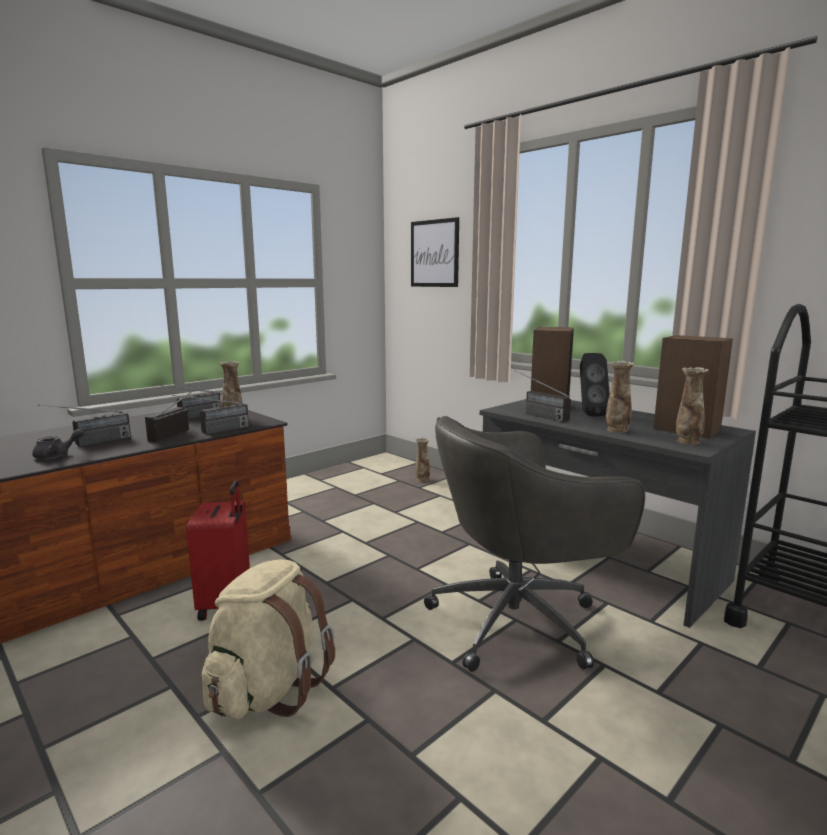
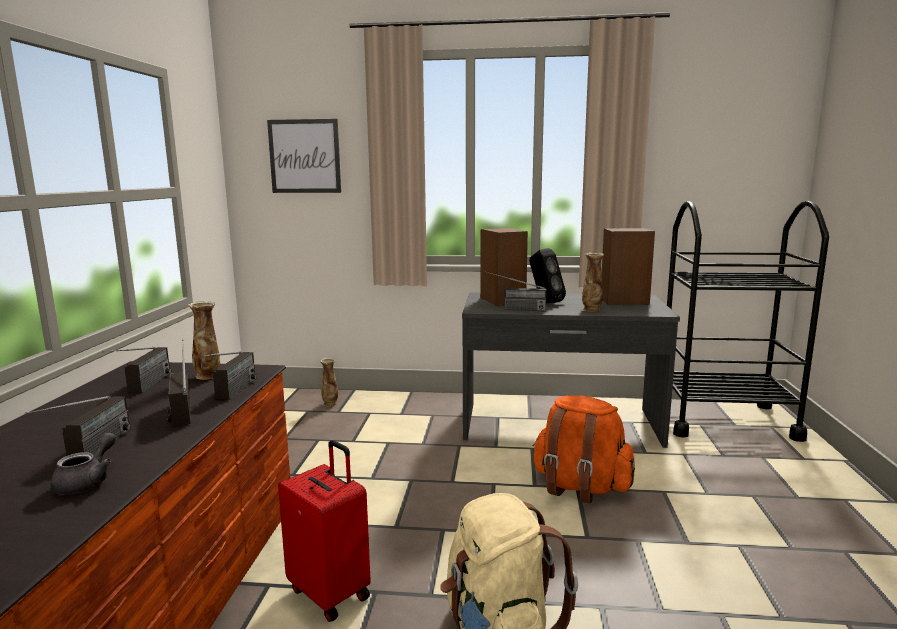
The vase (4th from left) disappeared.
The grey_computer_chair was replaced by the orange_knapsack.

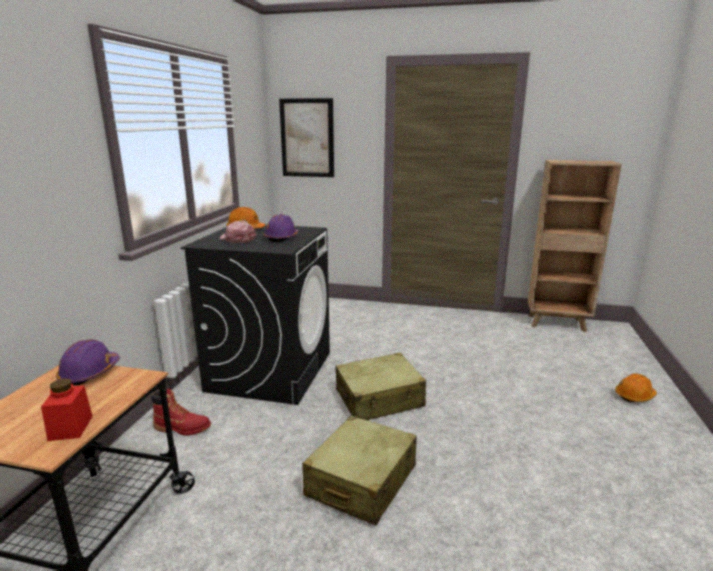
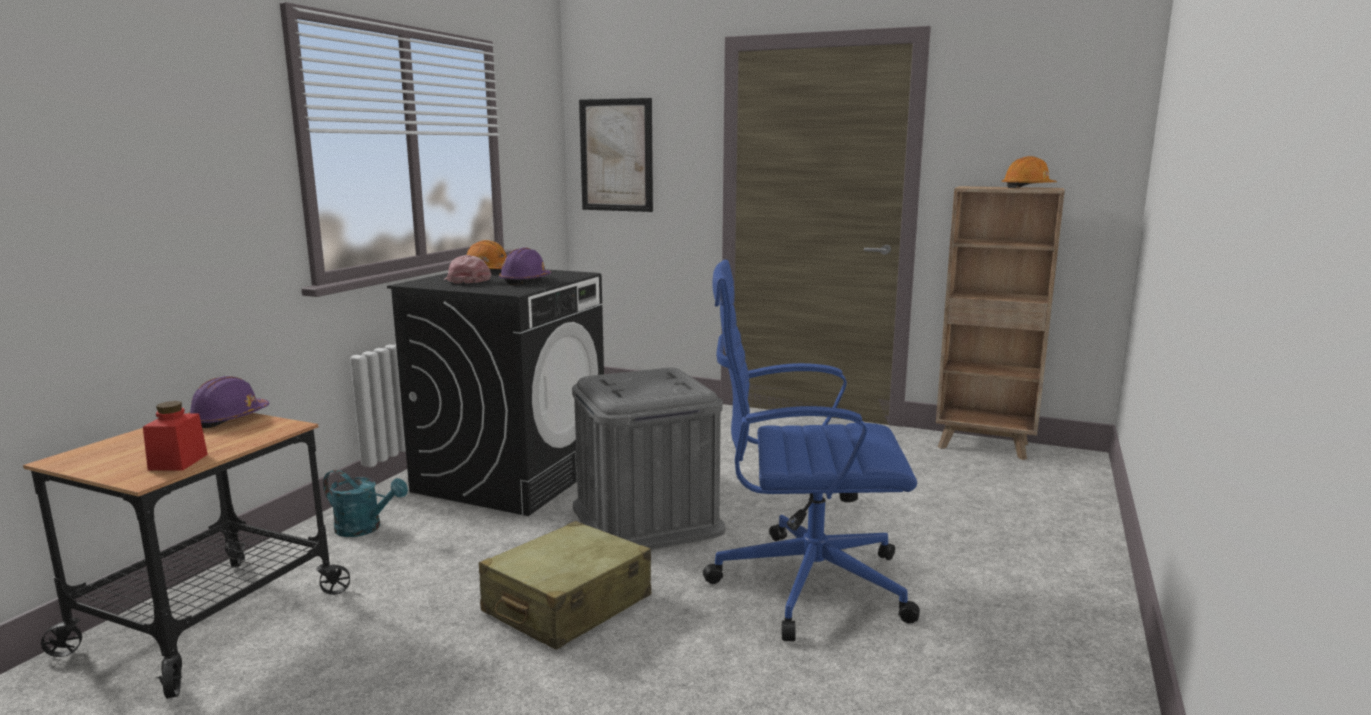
The blue_computer_chair appeared.
The orange_work_helmet (2nd from left) moved.
The red_tall_boot was replaced by the blue-green_watering_pot.
The sand-coloured_suitcase (2nd from left) was replaced by the grey_storage_container.

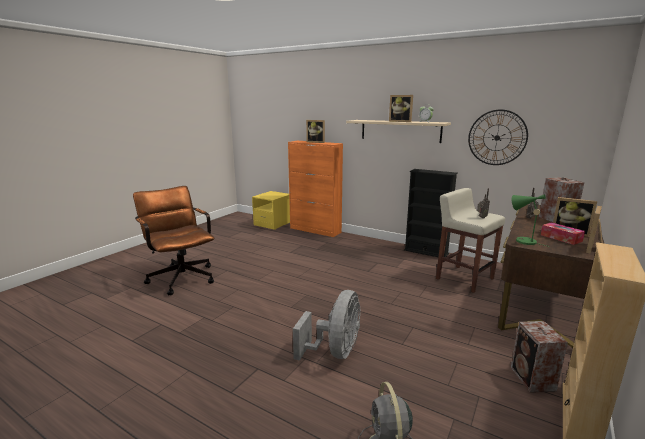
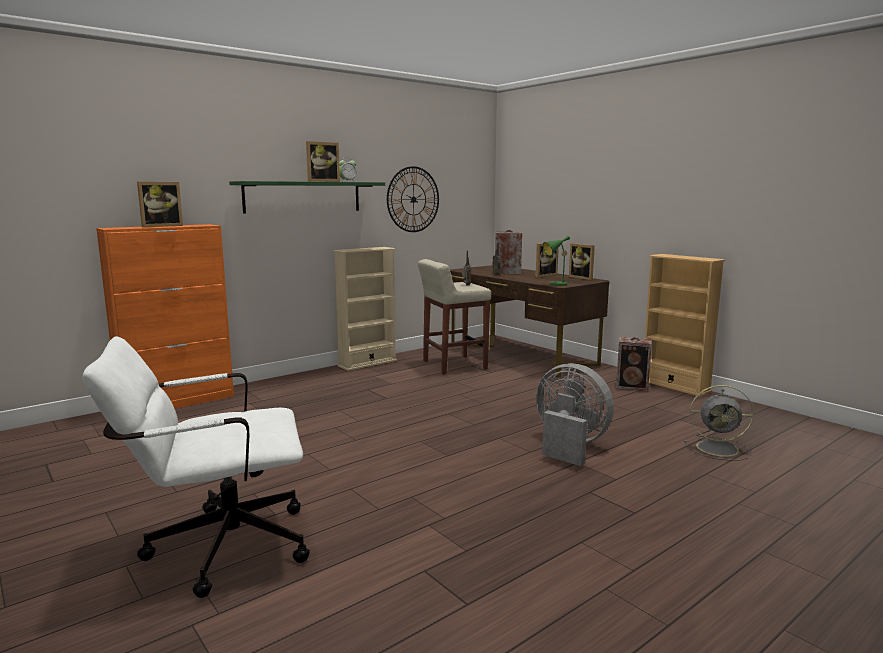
The yellow-coloured_night_table disappeared.
The box_of_tissues disappeared.
The brown-coloured_computer_chair became the white-coloured_computer_chair.
The sand-coloured_bracket_shelf became the green_bracket_shelf.
The blackish_bookshelf became the sand-coloured_bookshelf (1st from left).

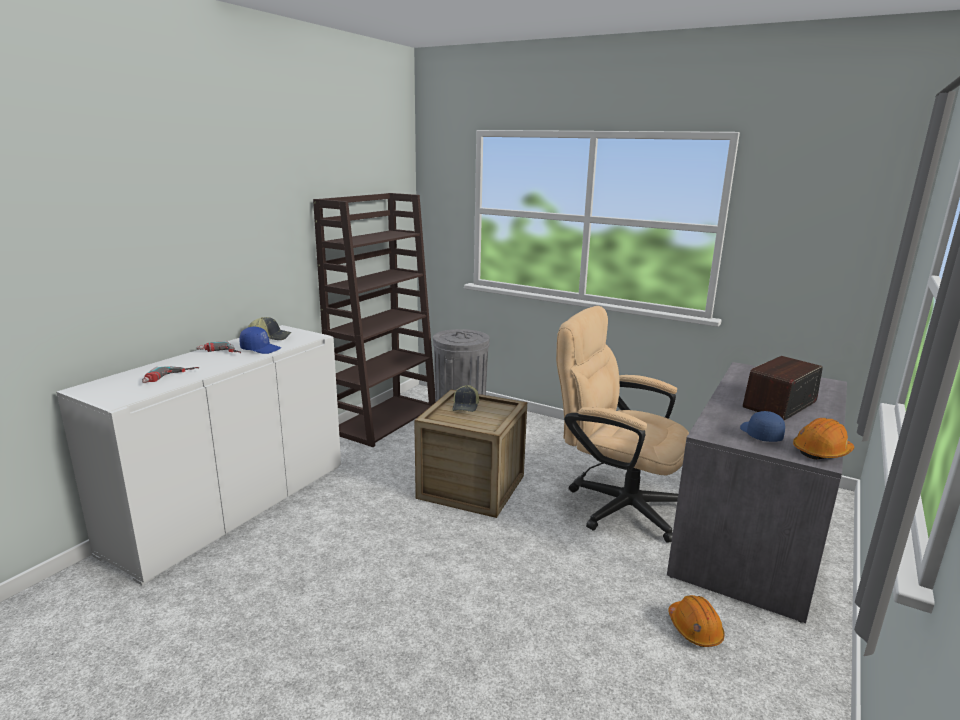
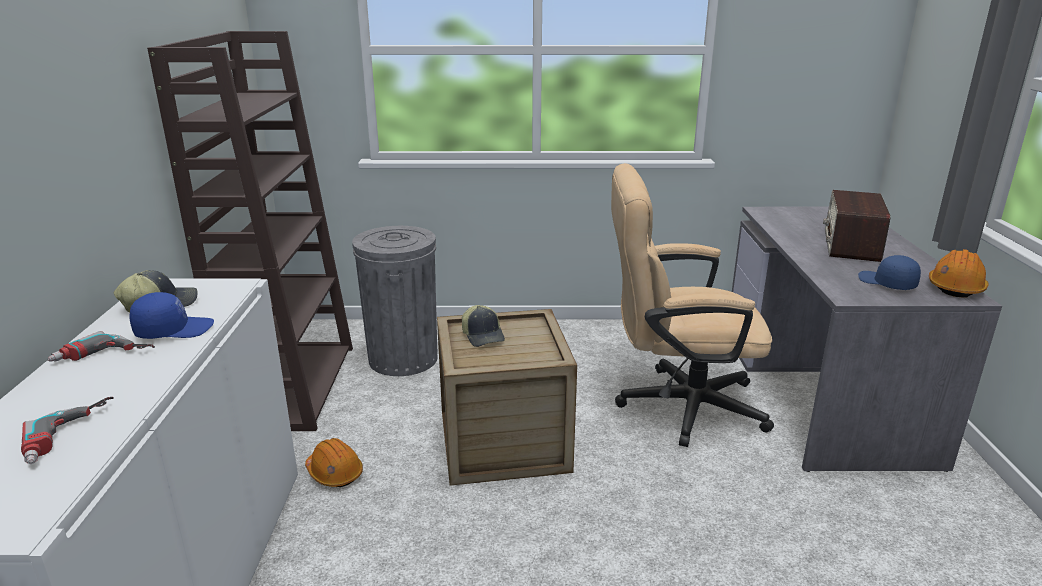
The orange_work_helmet (1st from left) moved.

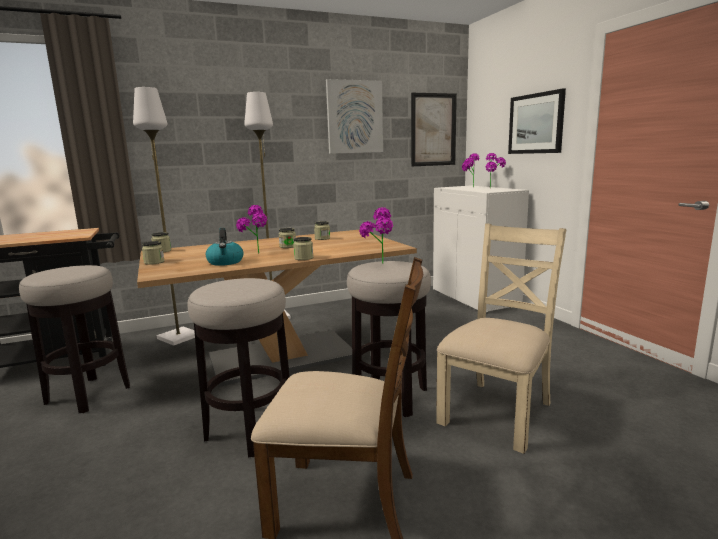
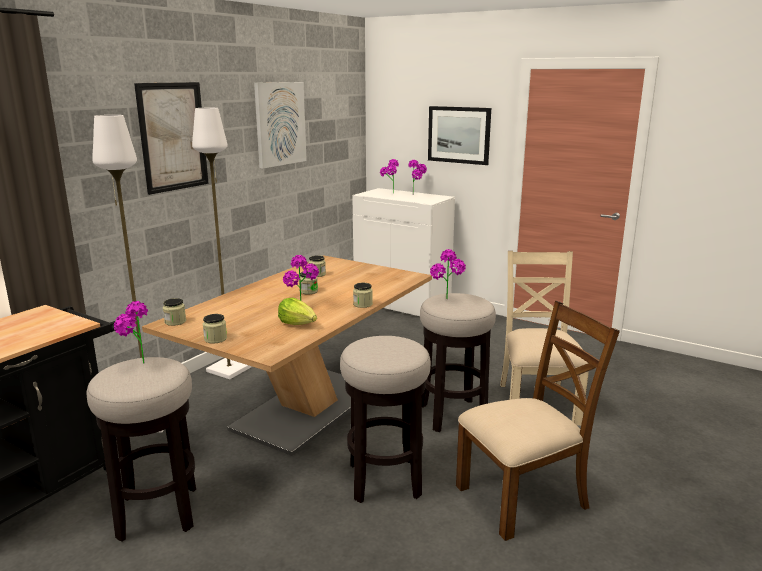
The houseplant (1st from left) appeared.
The wall_art (2nd from left in the first image) moved.
The tea_kettle was replaced by the head_of_lettuce.

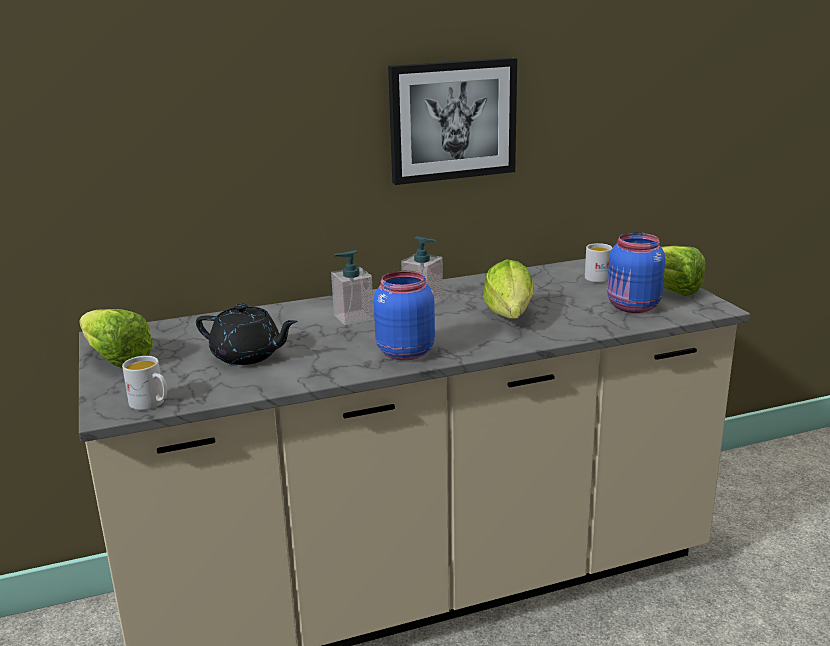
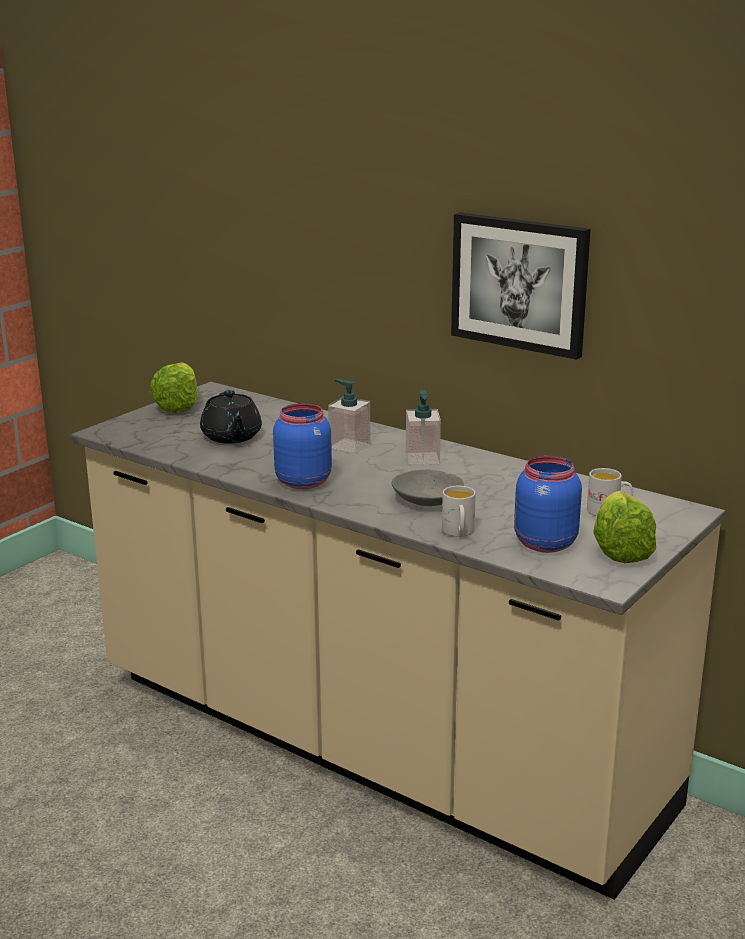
The white-coloured_mug (1st from left) moved.
The head_of_lettuce (2nd from left) was replaced by the grey_deep_dish.

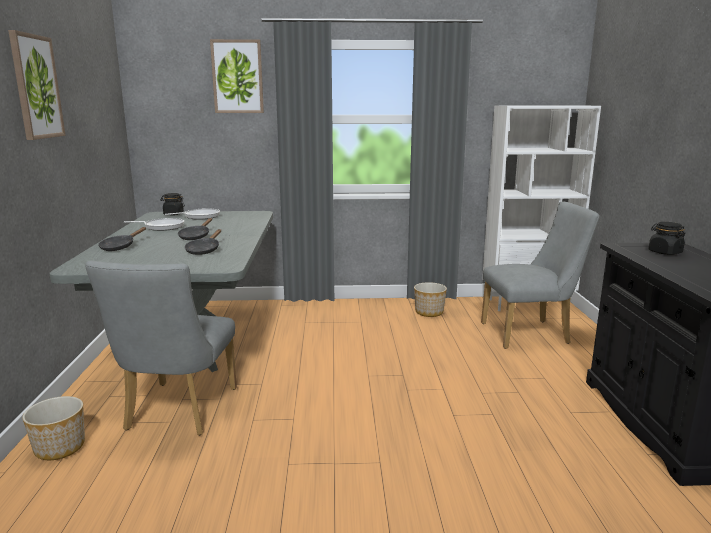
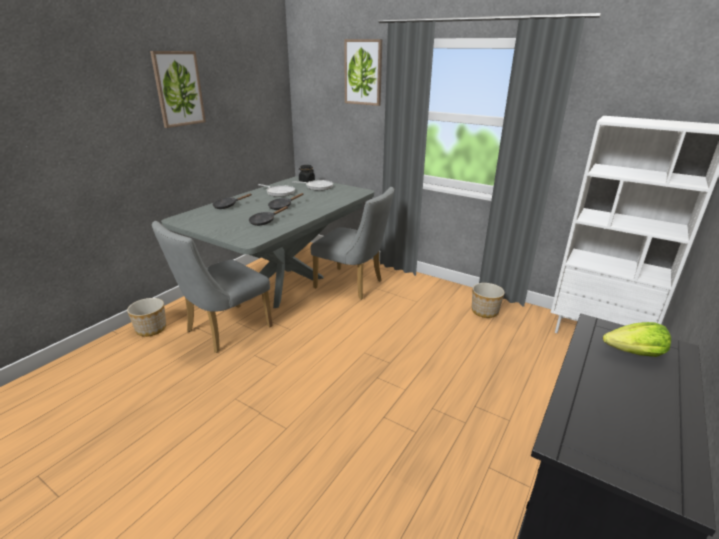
The grey_plain_chair (2nd from left) moved.
The blackish_jar (2nd from left) was replaced by the head_of_lettuce.

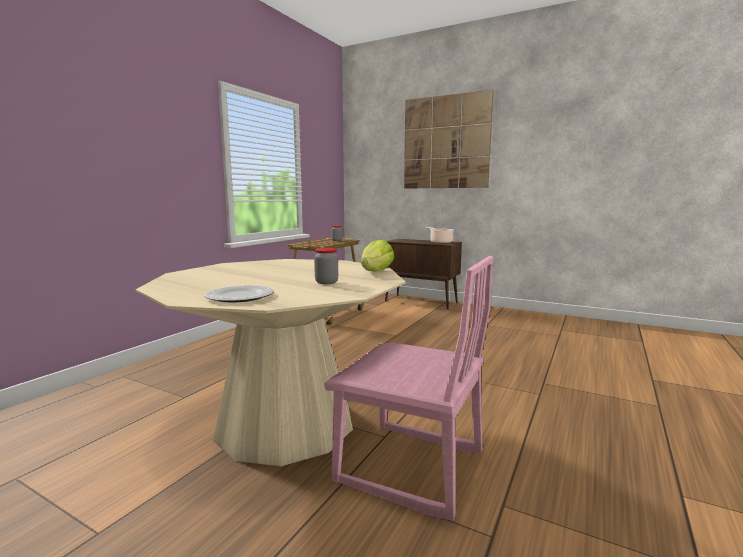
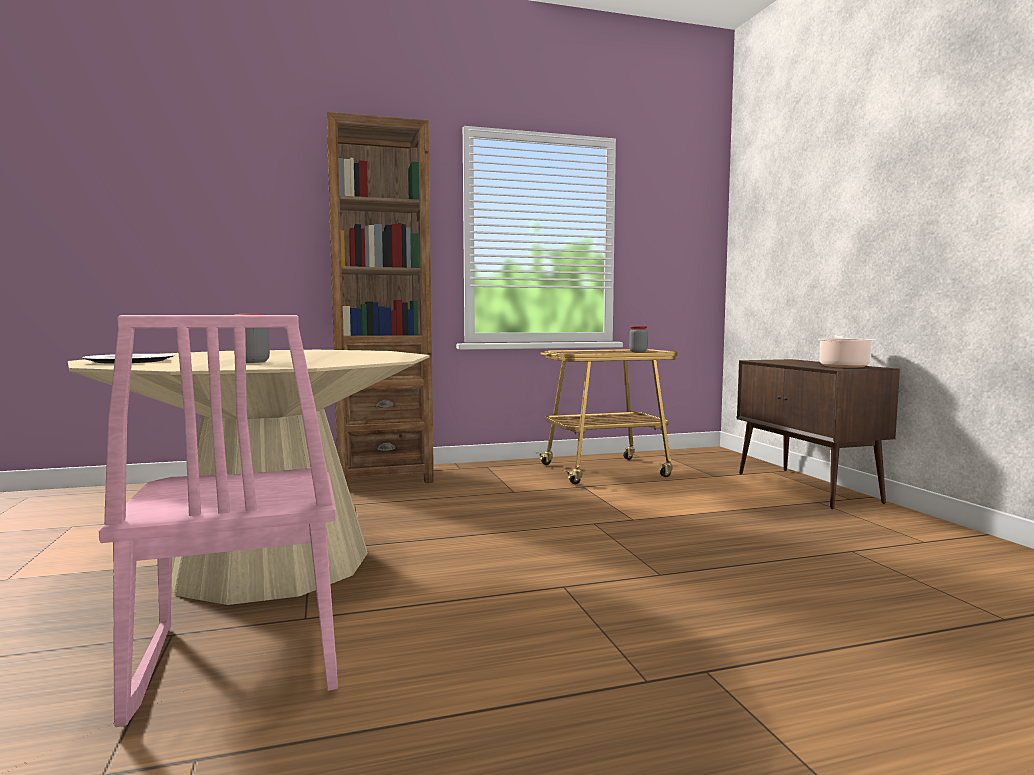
The head_of_lettuce disappeared.
The wall_art disappeared.
The brown-coloured_bookshelf appeared.

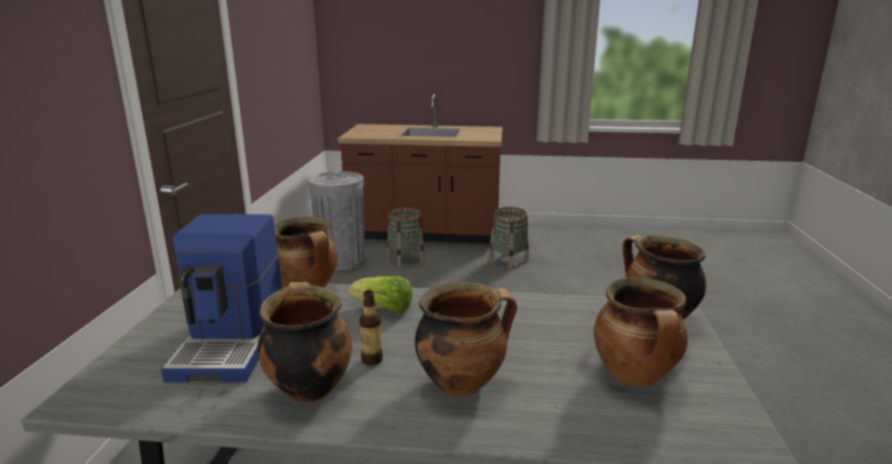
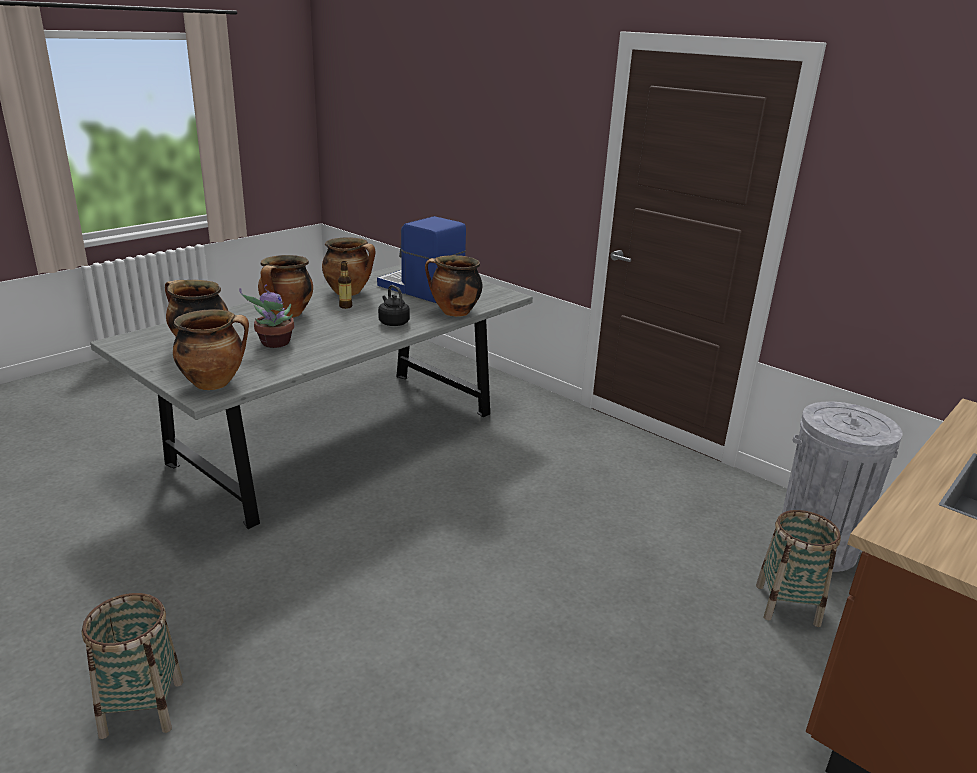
The houseplant appeared.
The storage_basket (2nd from left in the first image) moved.
The head_of_lettuce was replaced by the blackish_tea_kettle.

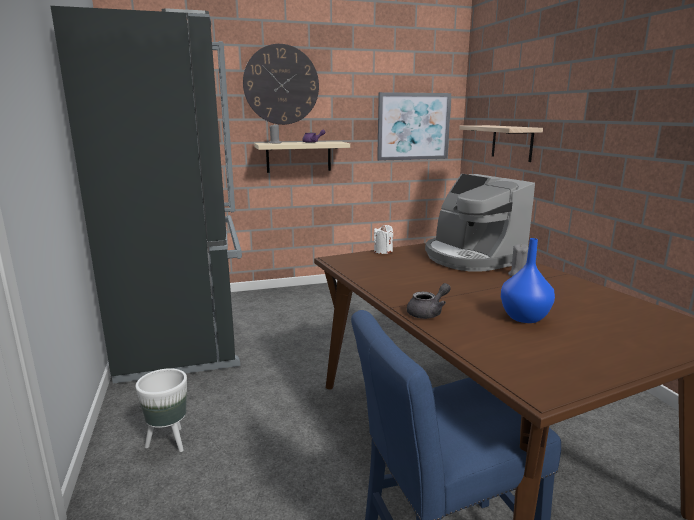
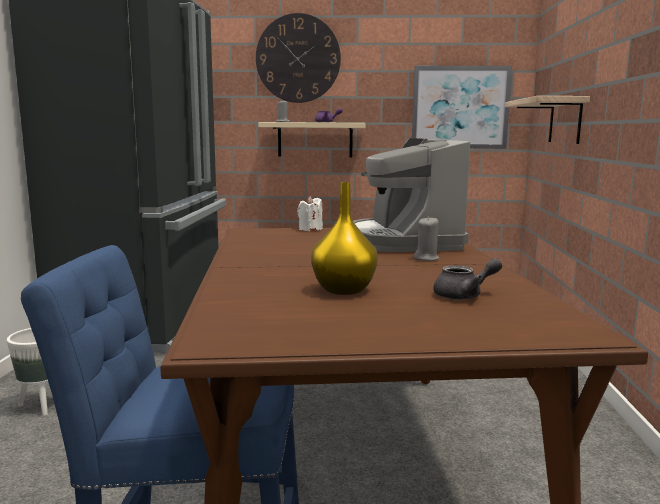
The grey_teapot moved.
The blue_vase became the yellow-coloured_vase.

